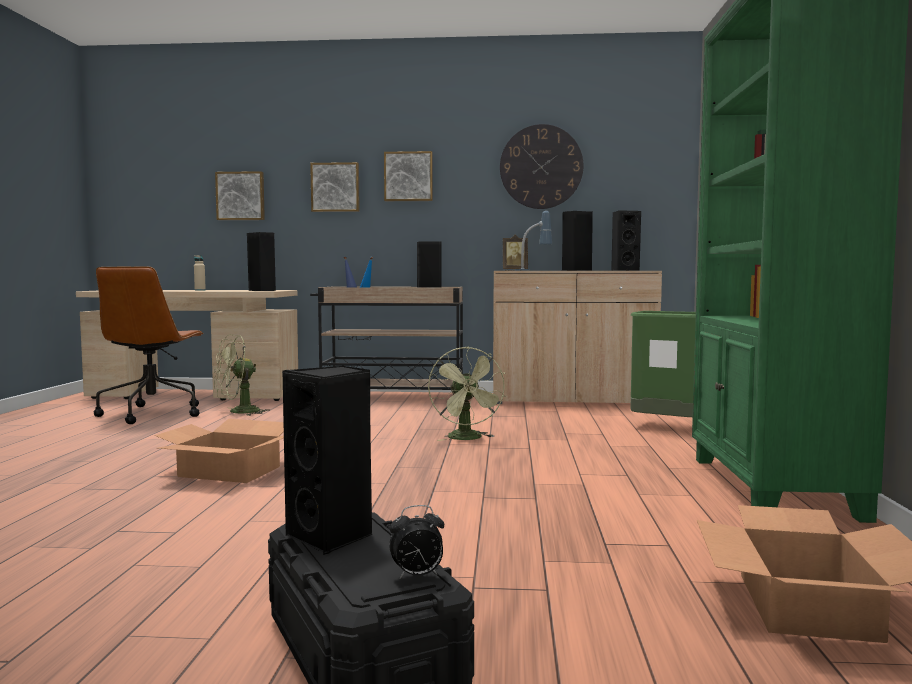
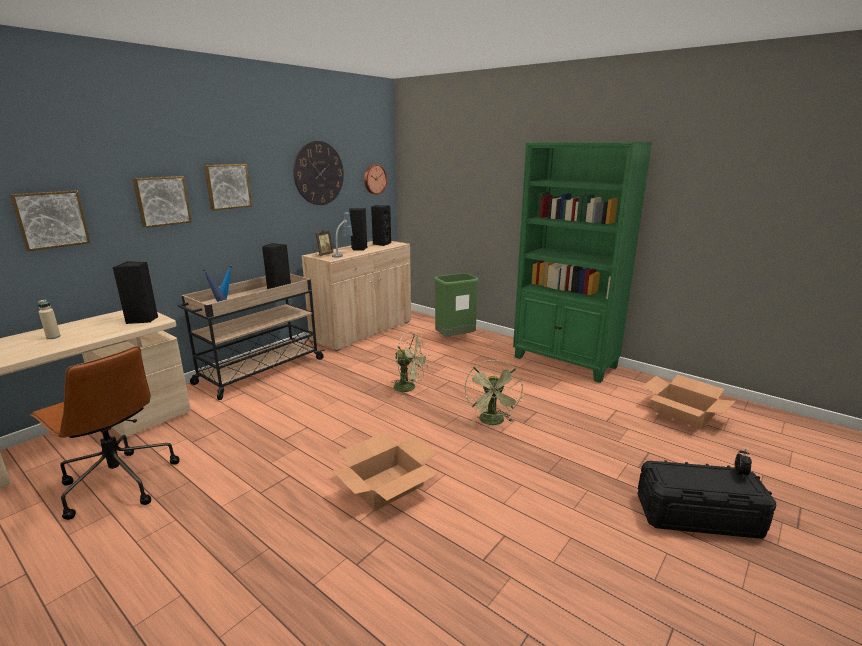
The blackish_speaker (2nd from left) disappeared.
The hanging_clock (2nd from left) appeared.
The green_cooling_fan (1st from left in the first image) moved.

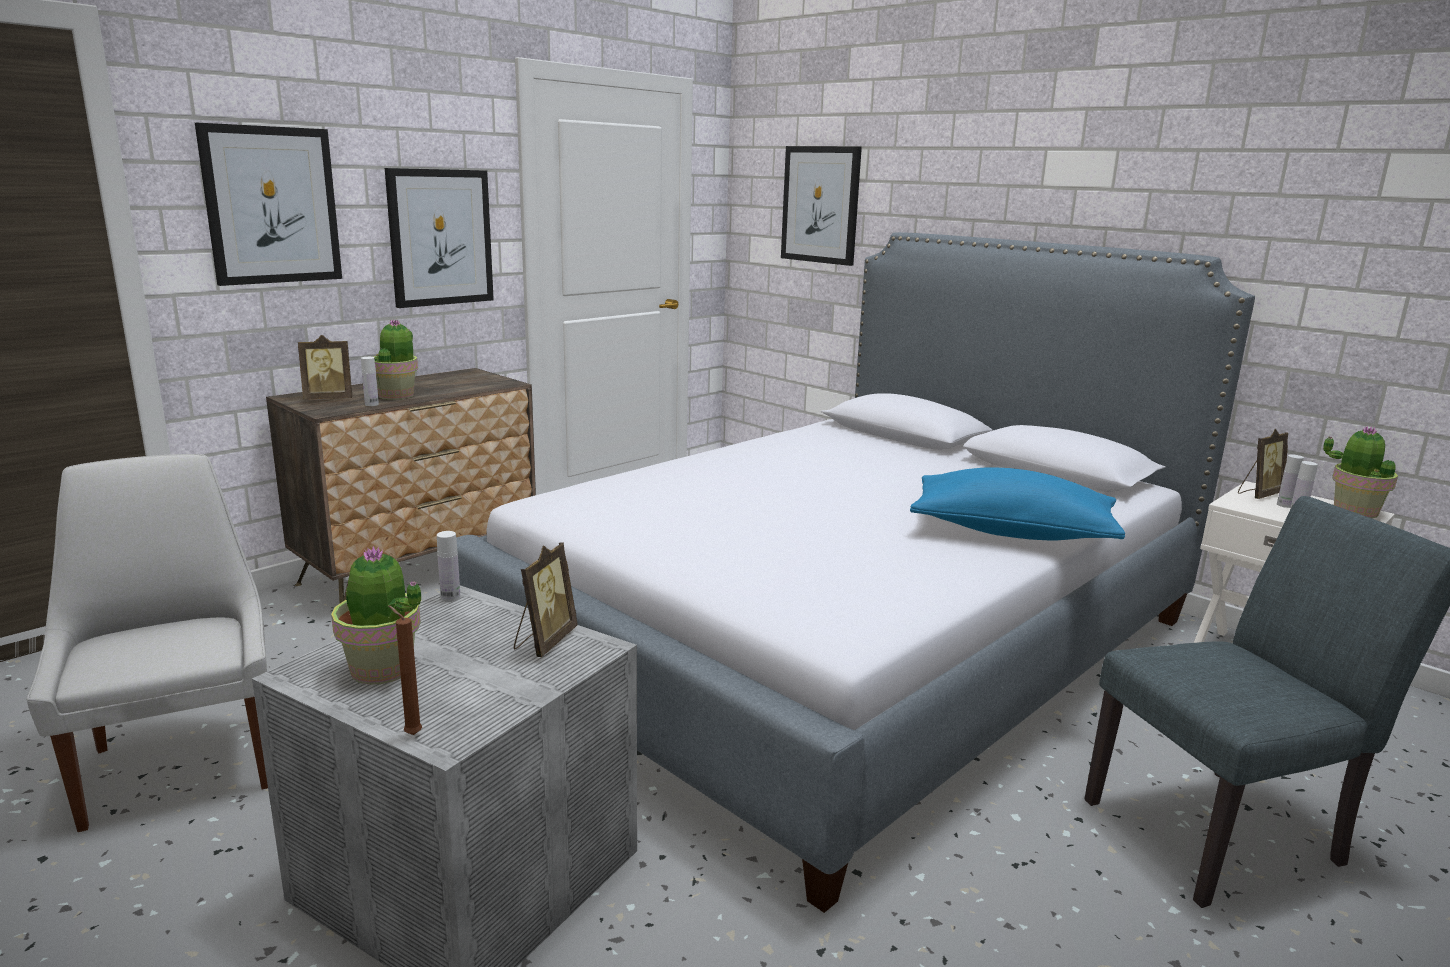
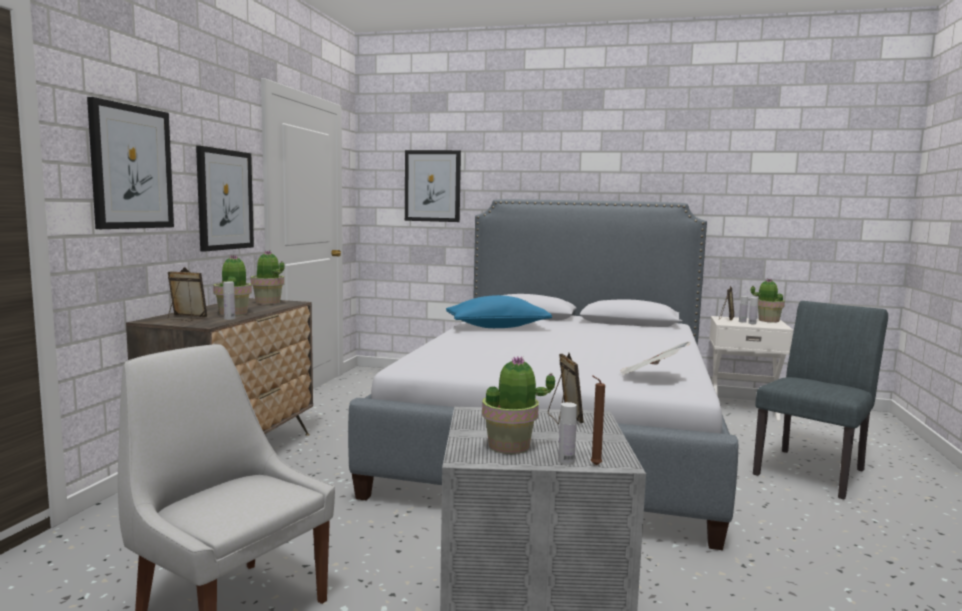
The houseplant (2nd from left) appeared.
The daily_paper appeared.
The white-coloured_bottle (2nd from left) moved.
The blue_cushion moved.
The picture_frame (1st from left) turned 120 degrees counterclockwise.

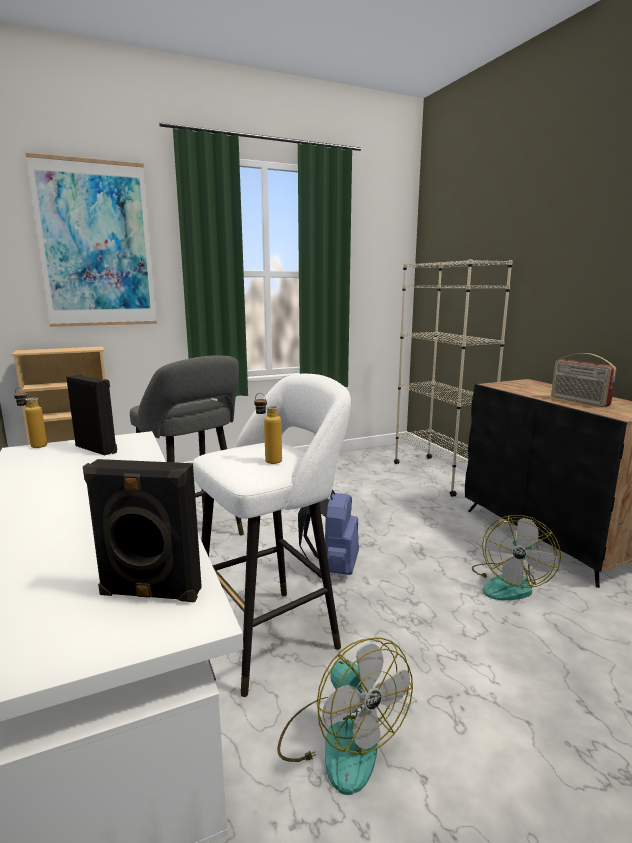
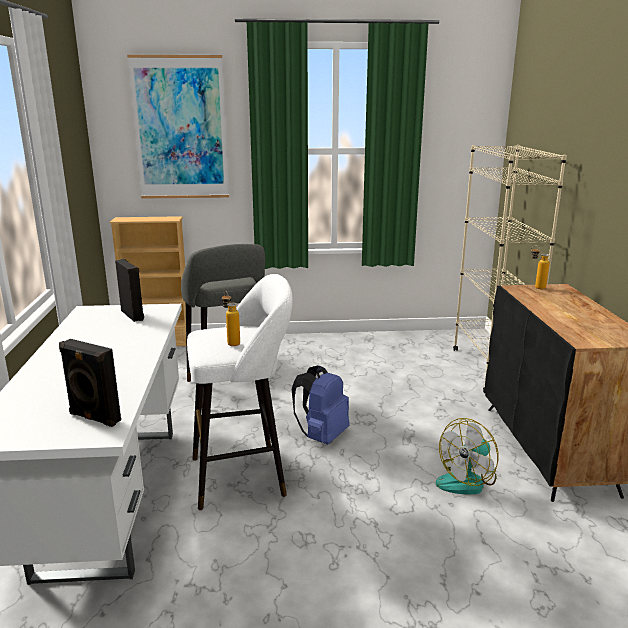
The cooling_fan (1st from left) disappeared.
The radio_set disappeared.
The bottle (1st from left in the first image) moved.

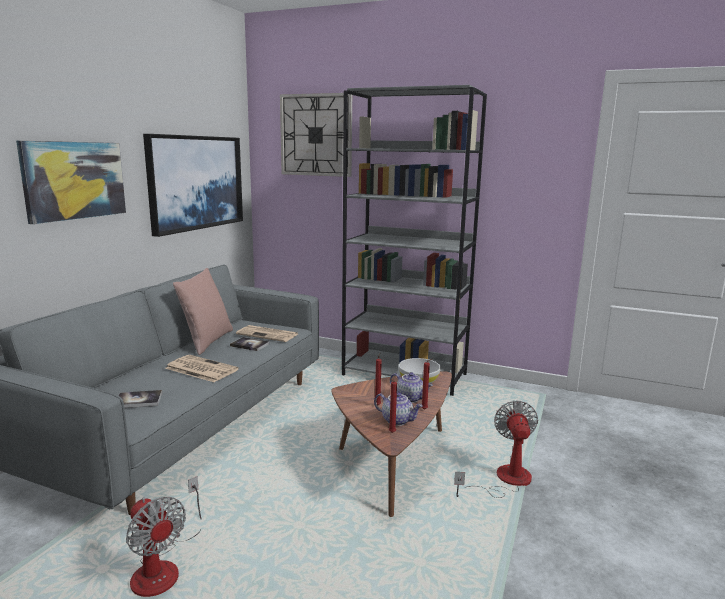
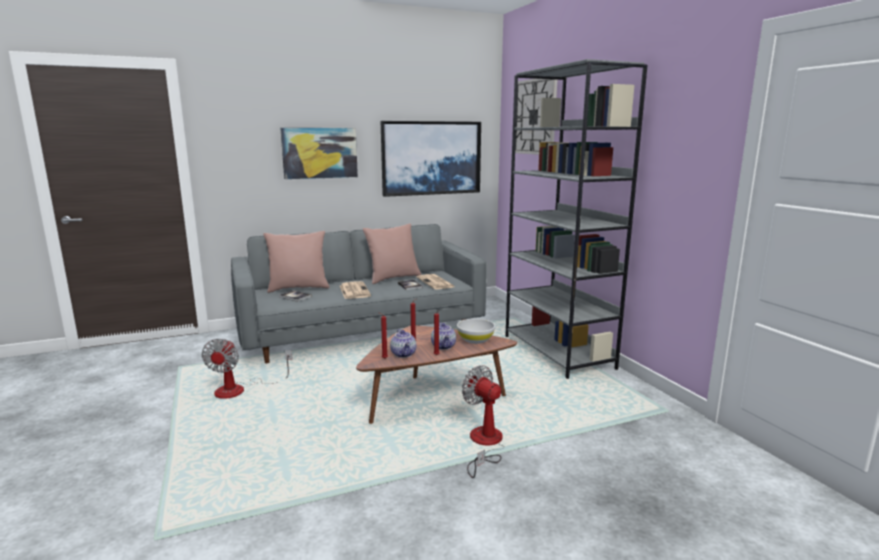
The pink-coloured_cushion (1st from left) appeared.
The cooling_fan (2nd from left) turned 90 degrees counterclockwise.

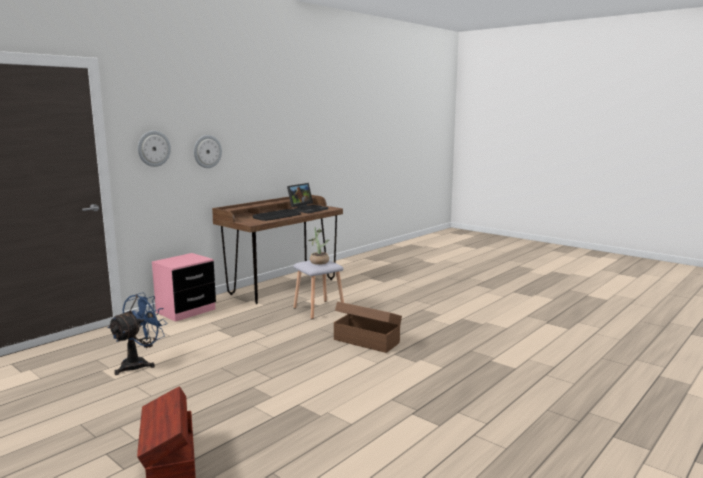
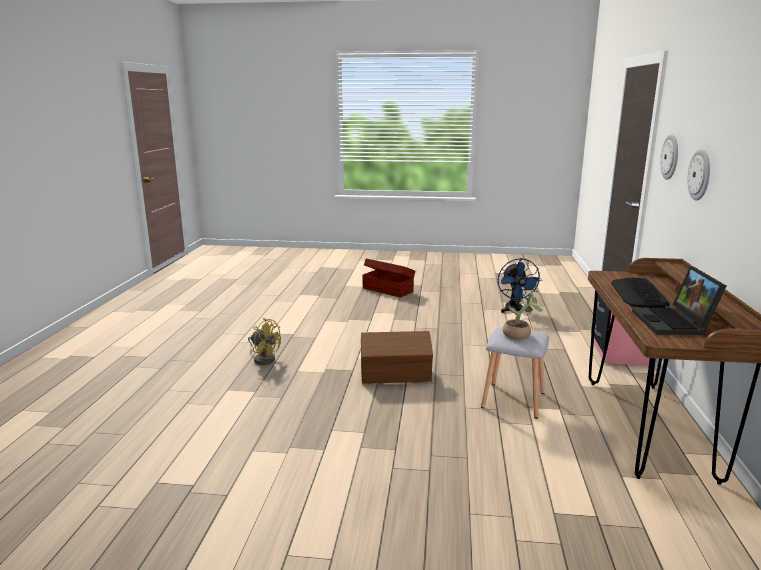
The yellow-coloured_cooling_fan appeared.

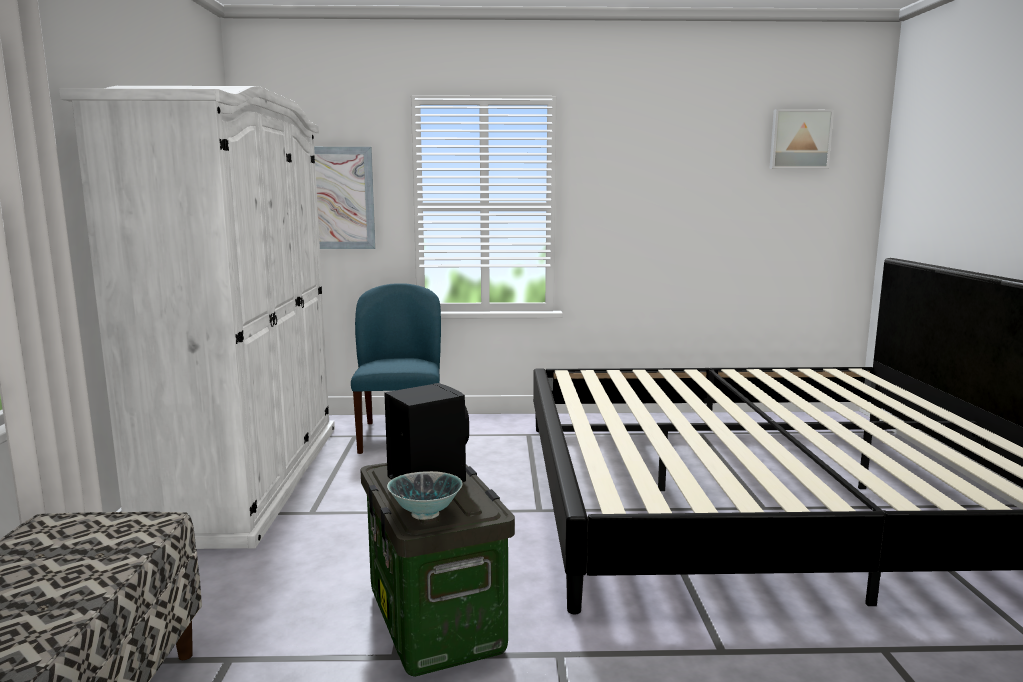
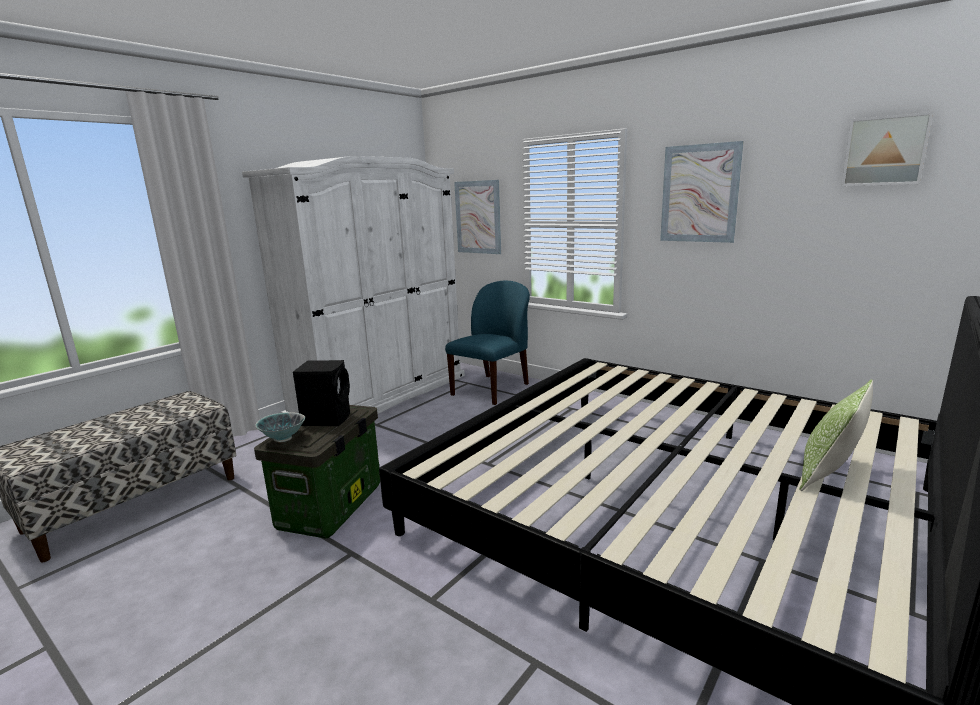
The wall_art (2nd from left) appeared.
The cushion appeared.

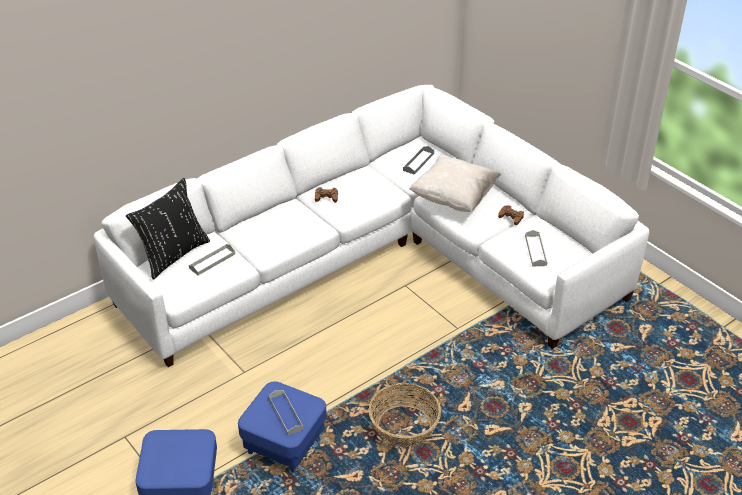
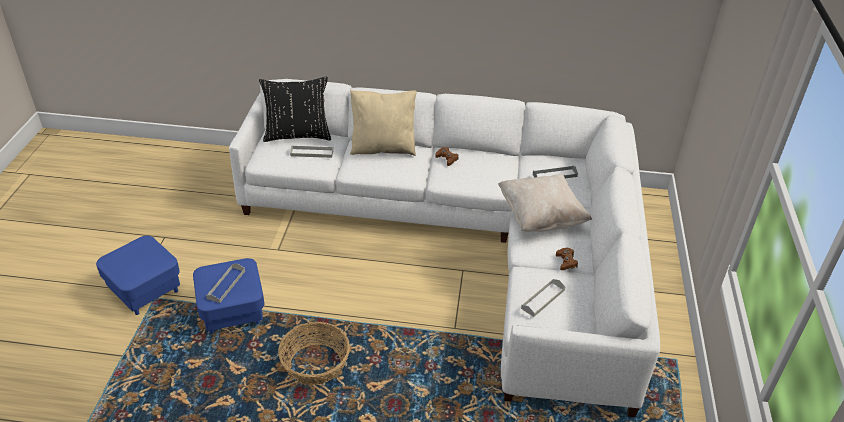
The sand-coloured_cushion (1st from left) appeared.

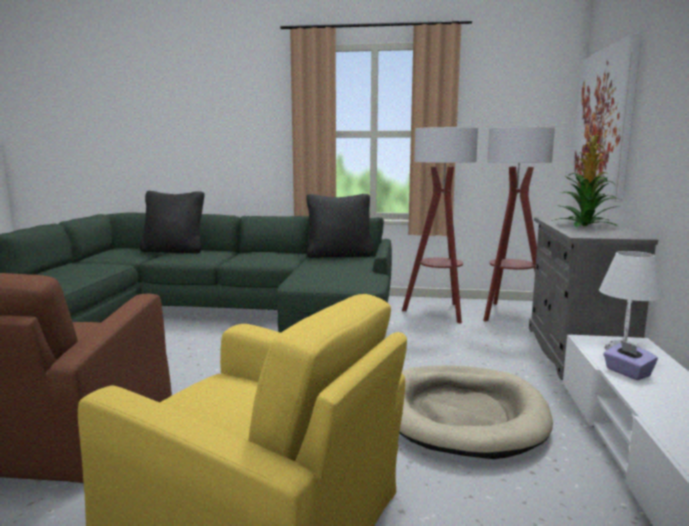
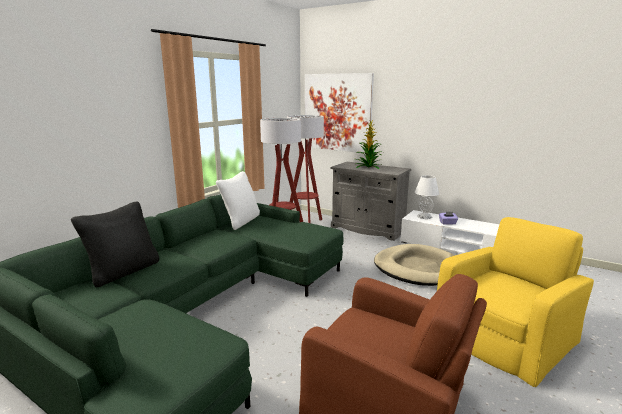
The blackish_cushion (2nd from left) became the white-coloured_cushion.

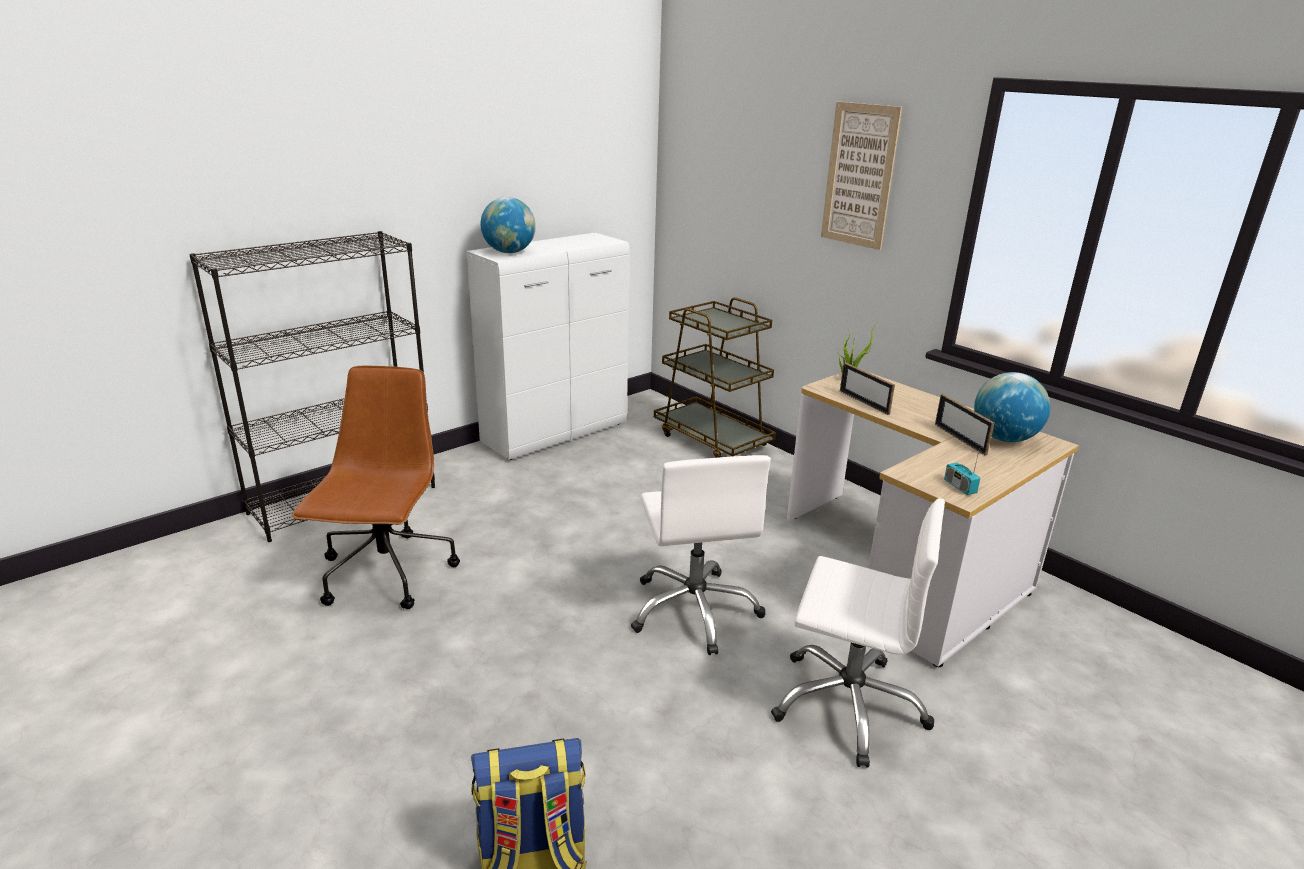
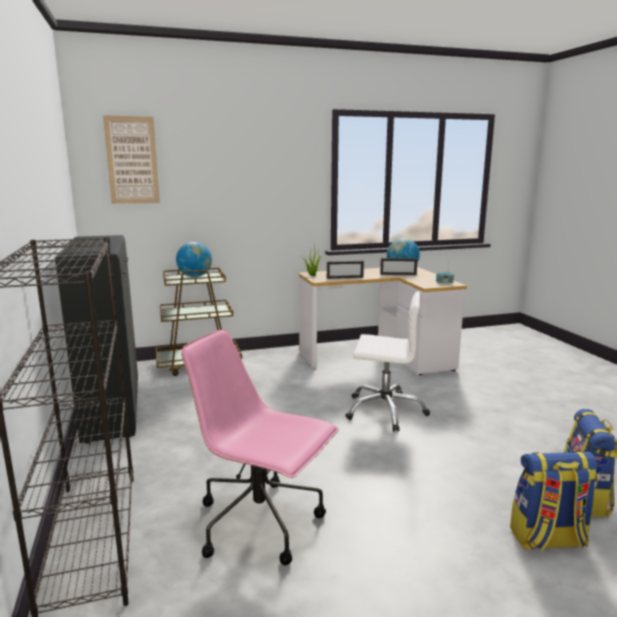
The white-coloured_computer_chair (2nd from left) disappeared.
The knapsack (1st from left) appeared.
The globe (1st from left) moved.
The wall_art moved.
The brown-coloured_computer_chair became the pink-coloured_computer_chair.
The white-coloured_cabinet became the blackish_cabinet.

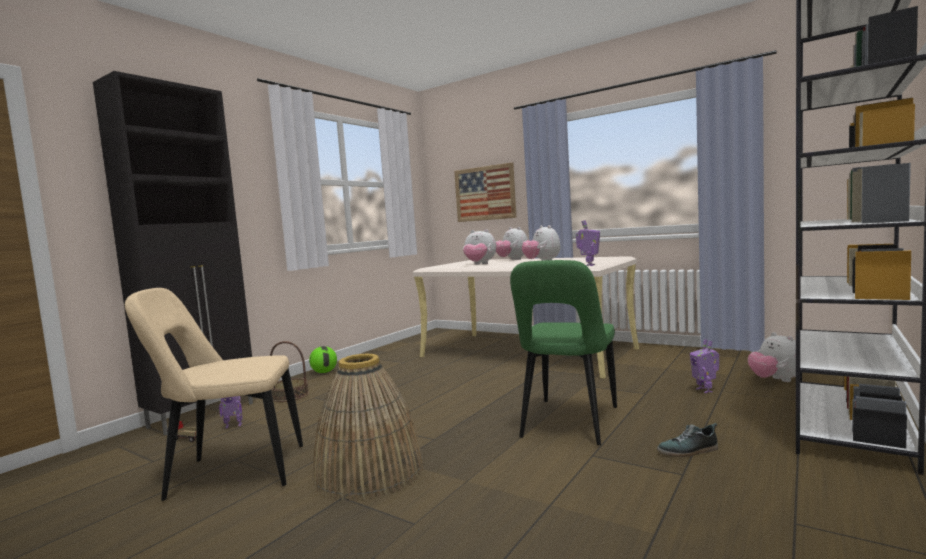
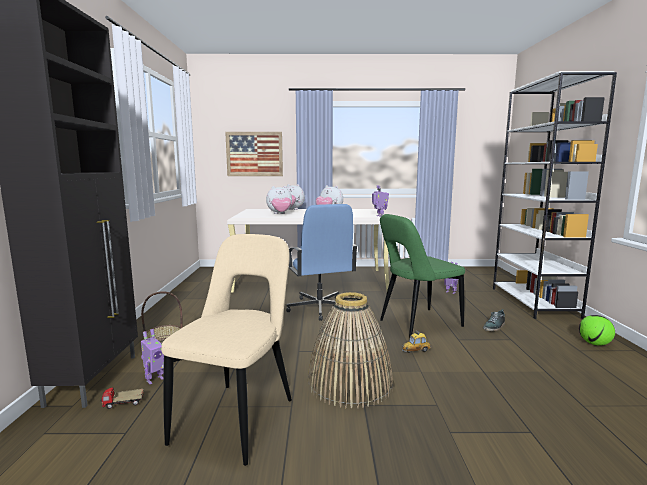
The plush_toy (4th from left) disappeared.
The blue_computer_chair appeared.
The toy_car appeared.
The football_ball moved.
The sand-coloured_plain_chair turned 150 degrees clockwise.
The green_plain_chair turned 75 degrees clockwise.

